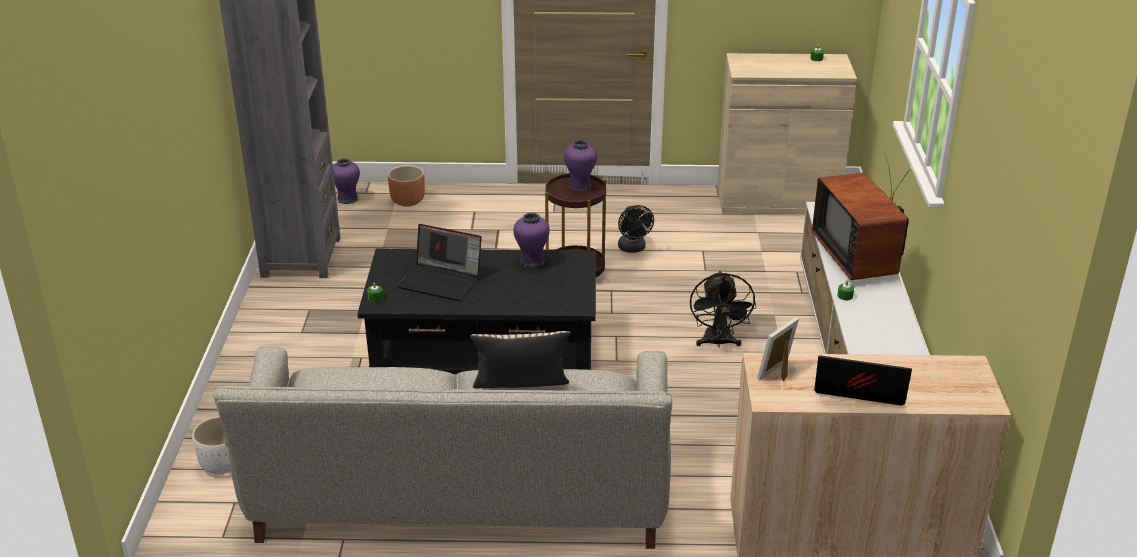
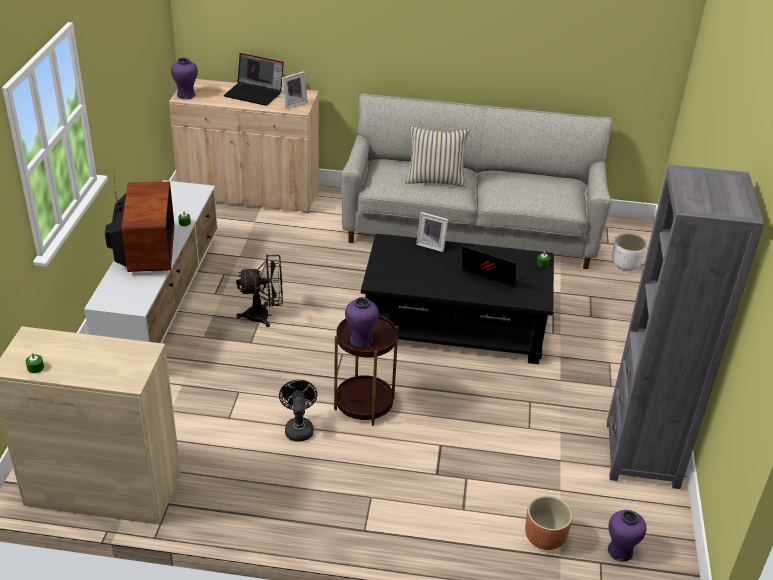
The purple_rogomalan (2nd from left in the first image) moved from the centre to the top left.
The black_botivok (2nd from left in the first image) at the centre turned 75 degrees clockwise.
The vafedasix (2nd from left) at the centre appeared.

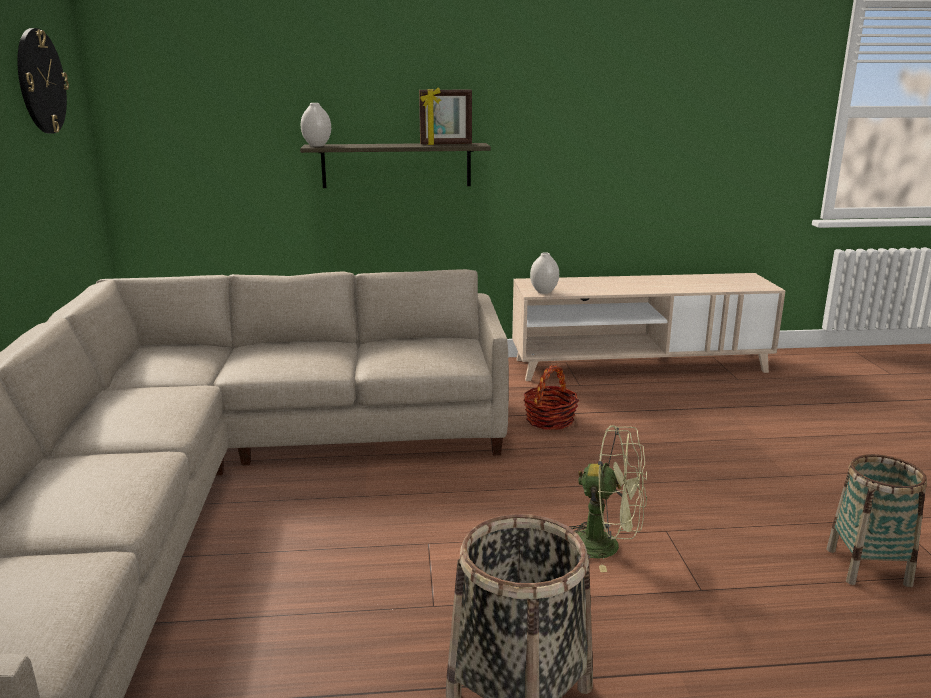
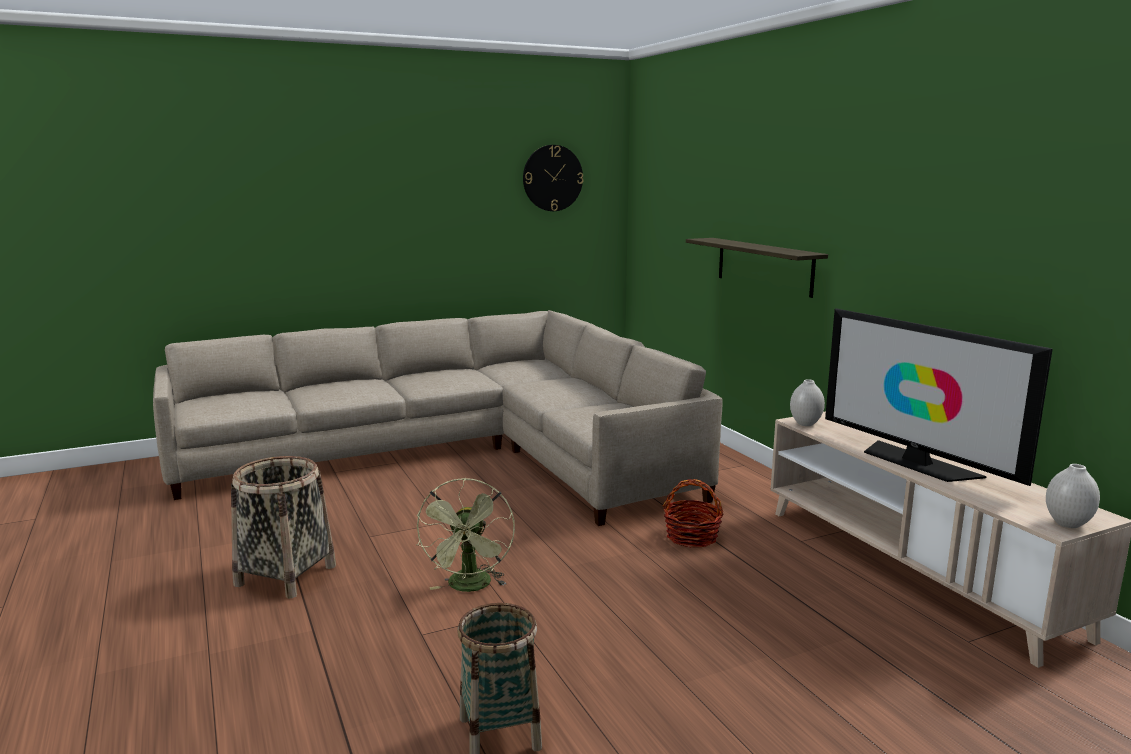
The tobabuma at the middle right appeared.
The white_rogomalan (1st from left in the first image) moved from the top centre to the middle right.
The vafedasix at the top centre disappeared.

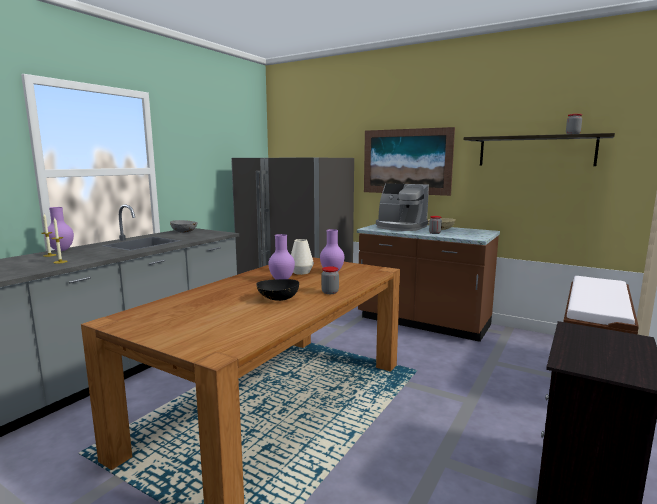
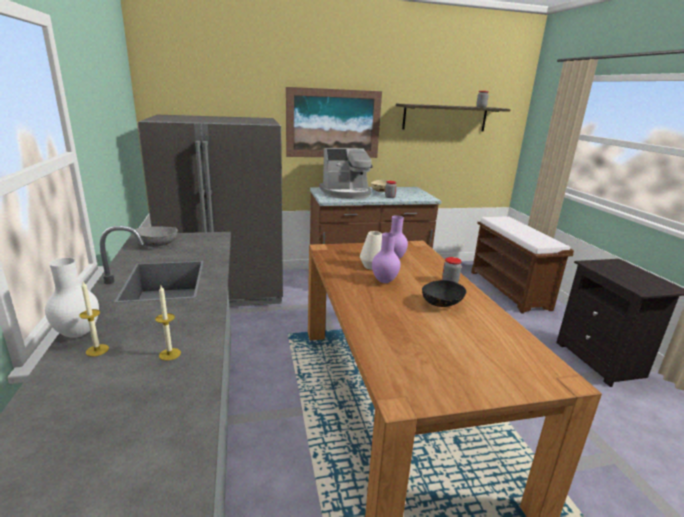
The purple_rogomalan (1st from left) at the middle left became the white_rogomalan (1st from left) at the middle left.

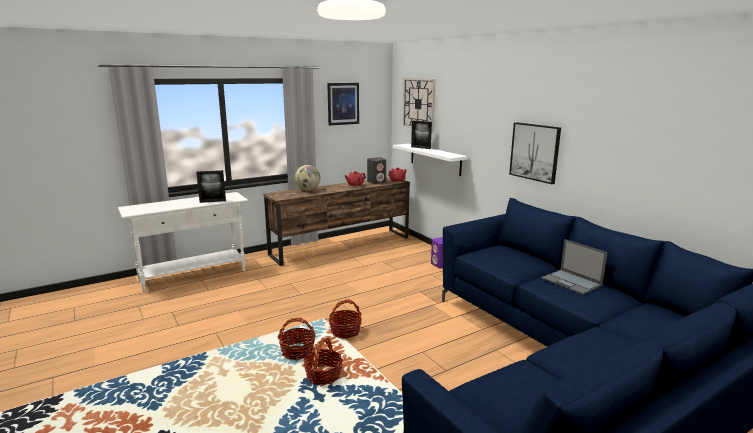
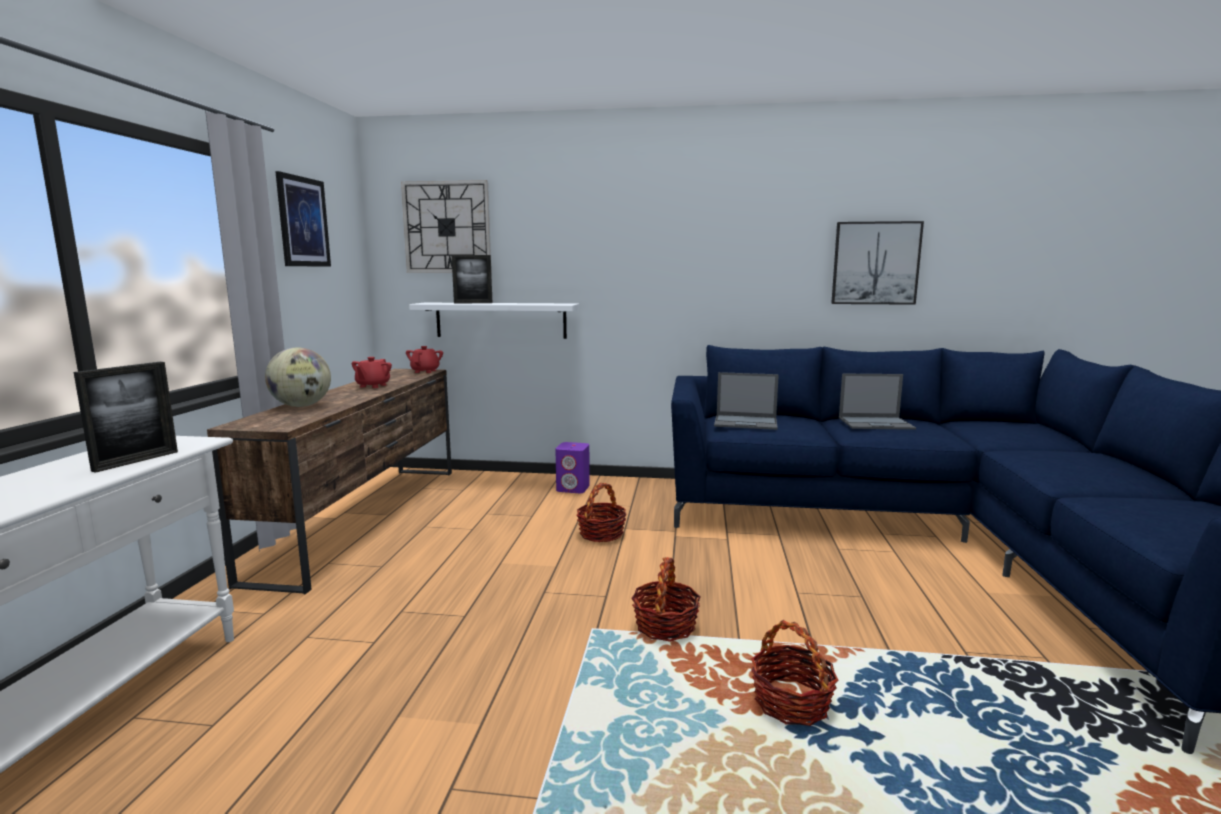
The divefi (1st from left) moved from the bottom centre to the centre.
The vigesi (1st from left) at the centre appeared.
The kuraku (2nd from left) moved from the middle right to the top right.
The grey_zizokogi at the centre disappeared.

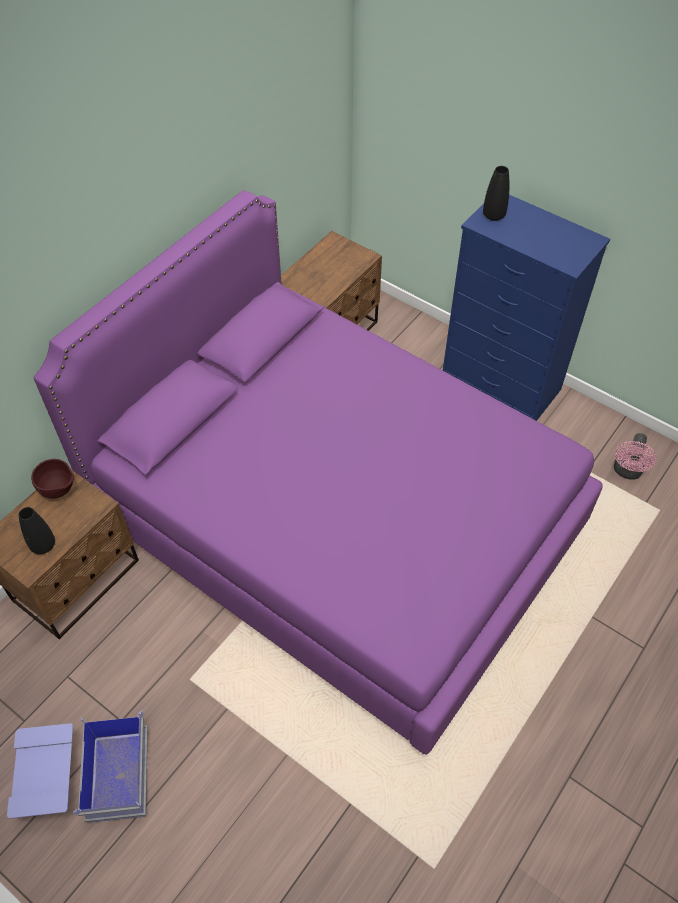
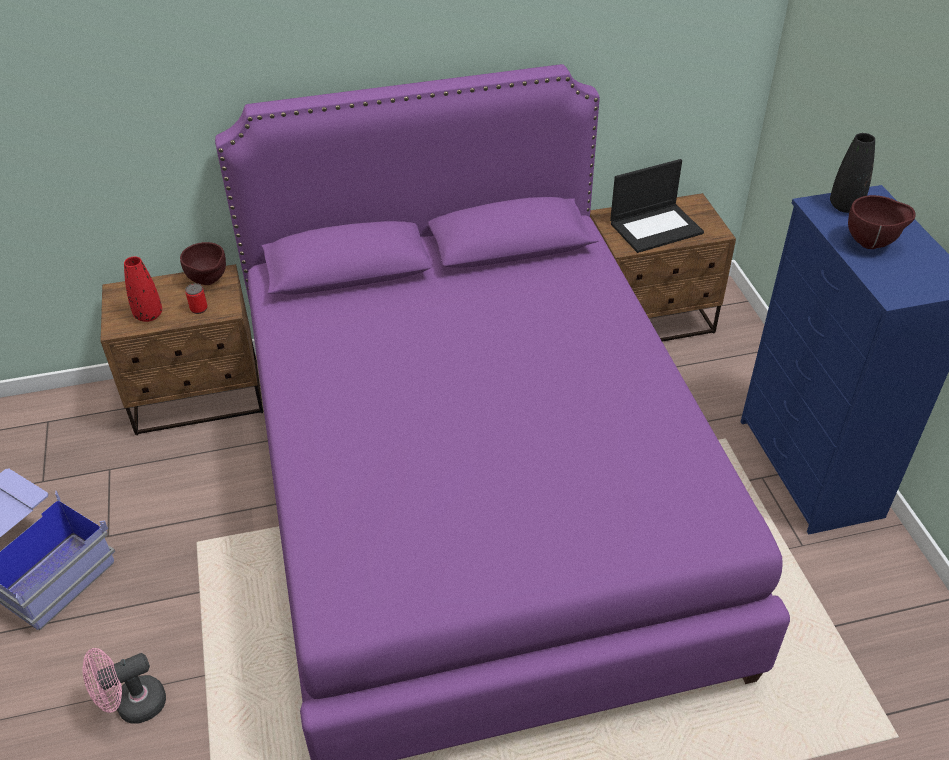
The pink_botivok moved from the middle right to the bottom left.
The black_rogomalan (1st from left) at the middle left became the red_rogomalan at the middle left.
The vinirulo at the middle left appeared.
The vigesi at the top right appeared.
The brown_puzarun (2nd from left) at the top right appeared.

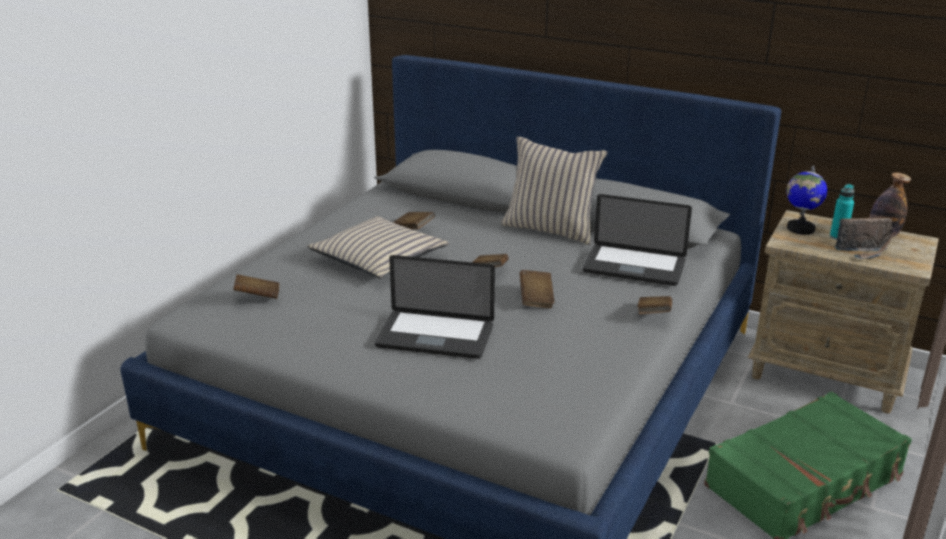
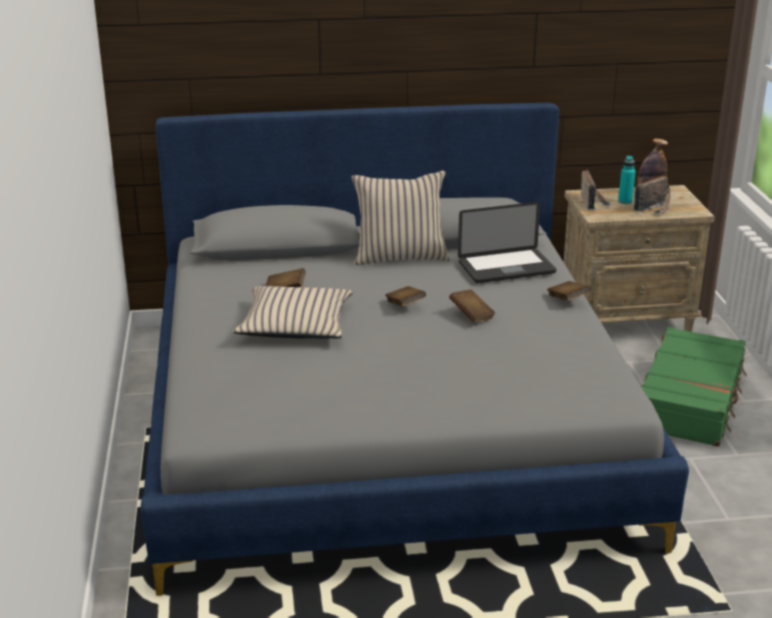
The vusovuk at the middle right was replaced by the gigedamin (1st from left) at the top right.
The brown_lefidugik (1st from left) at the middle left disappeared.
The vigesi (1st from left) at the centre disappeared.

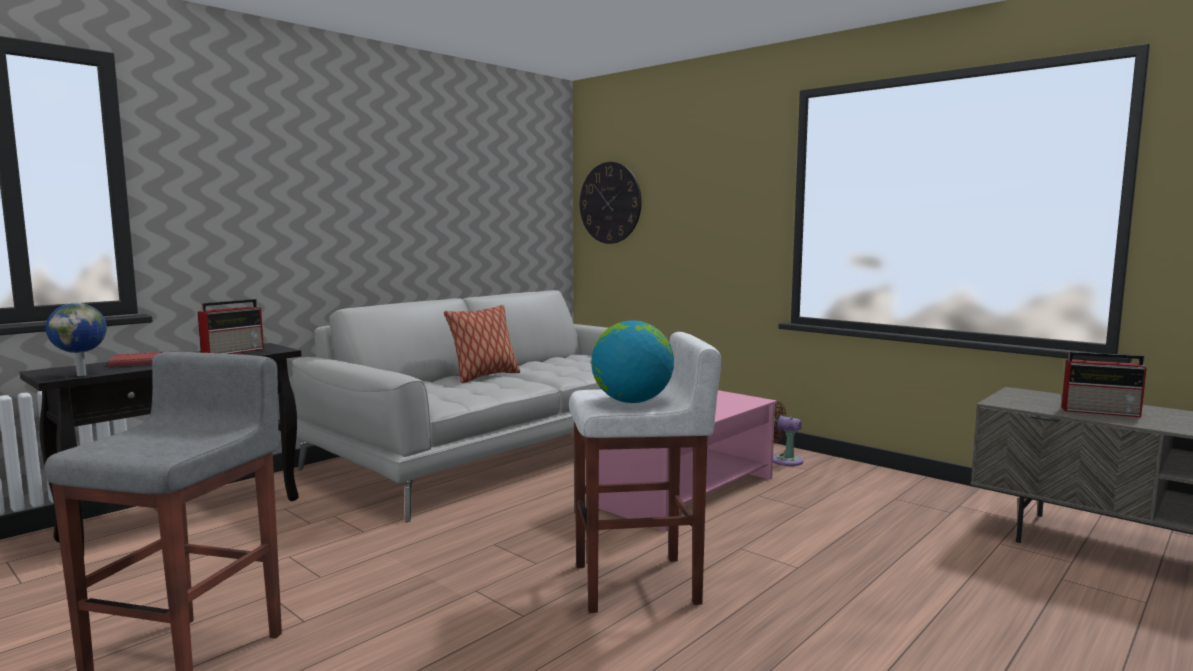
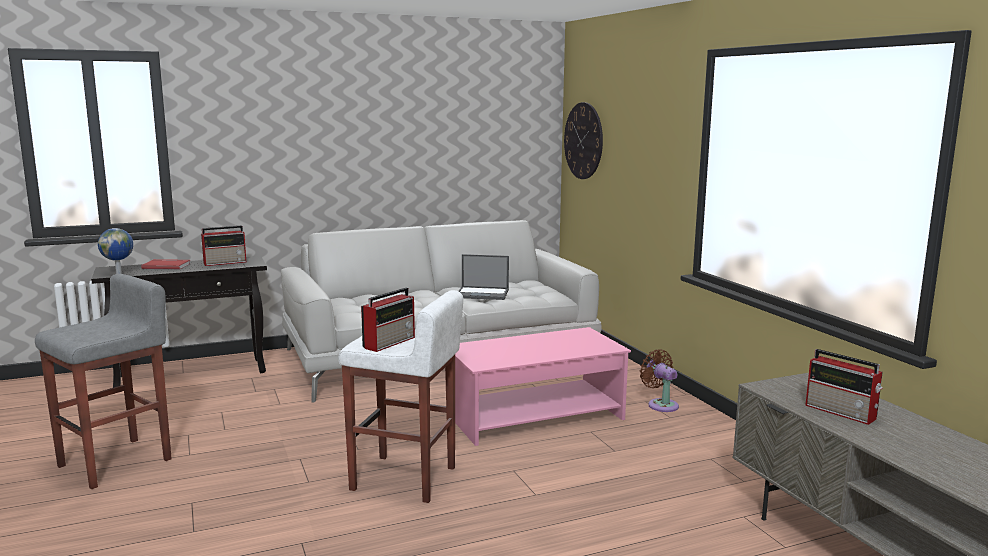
The vusovuk (2nd from left) at the centre was replaced by the gigedamin (2nd from left) at the centre.
The vigesi at the centre appeared.
The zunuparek at the centre disappeared.

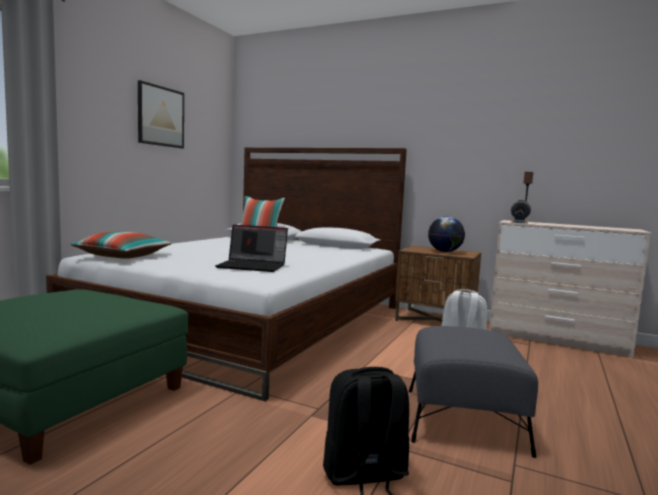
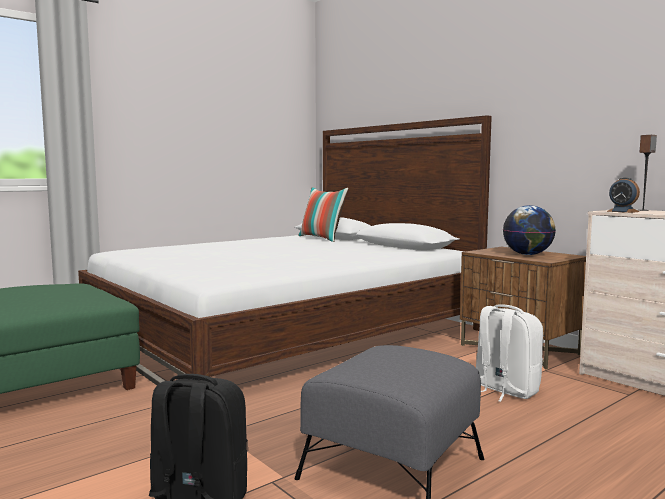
The zunuparek (1st from left) at the middle left disappeared.
The kuraku at the top left disappeared.
The vigesi at the centre disappeared.

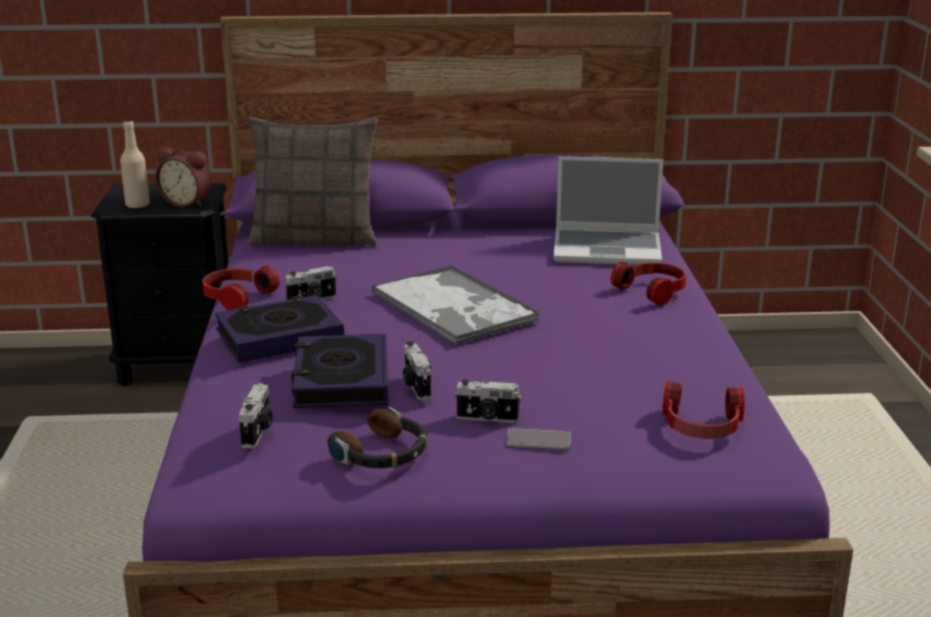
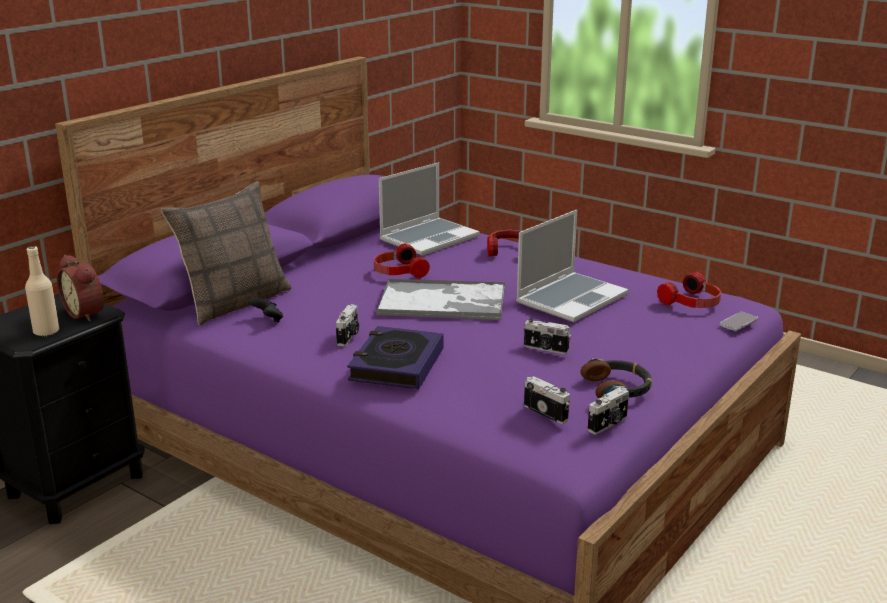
The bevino at the top left turned 75 degrees clockwise.
The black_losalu at the middle left appeared.
The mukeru (1st from left) moved from the middle left to the centre.
The vigesi (2nd from left) at the centre appeared.
The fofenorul (4th from left) moved from the centre to the bottom right.
The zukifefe moved from the bottom centre to the middle right.
The lefidugik (2nd from left) at the centre disappeared.

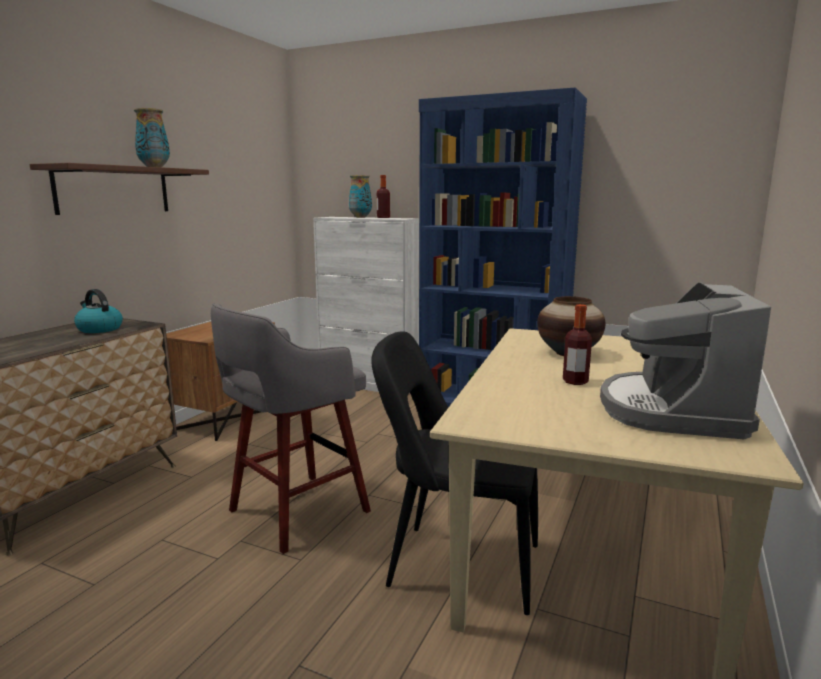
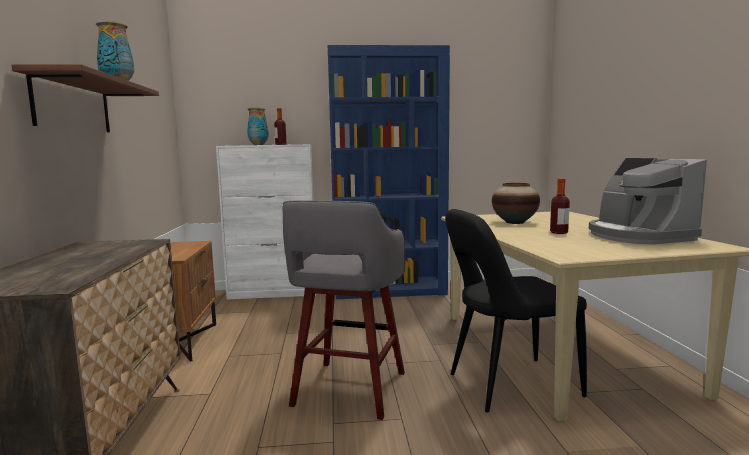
The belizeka at the middle left disappeared.

